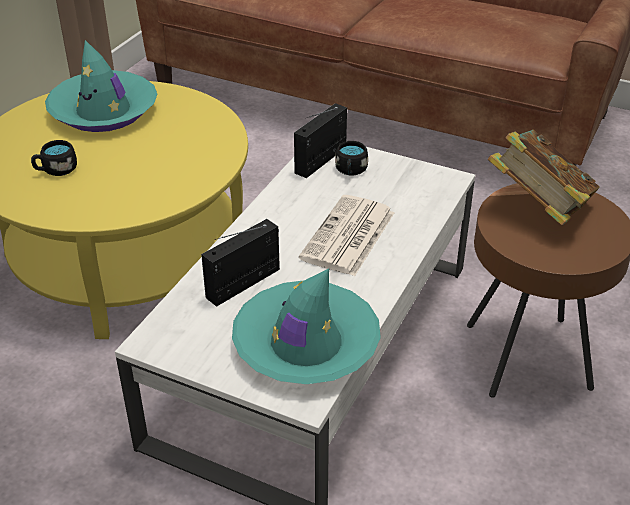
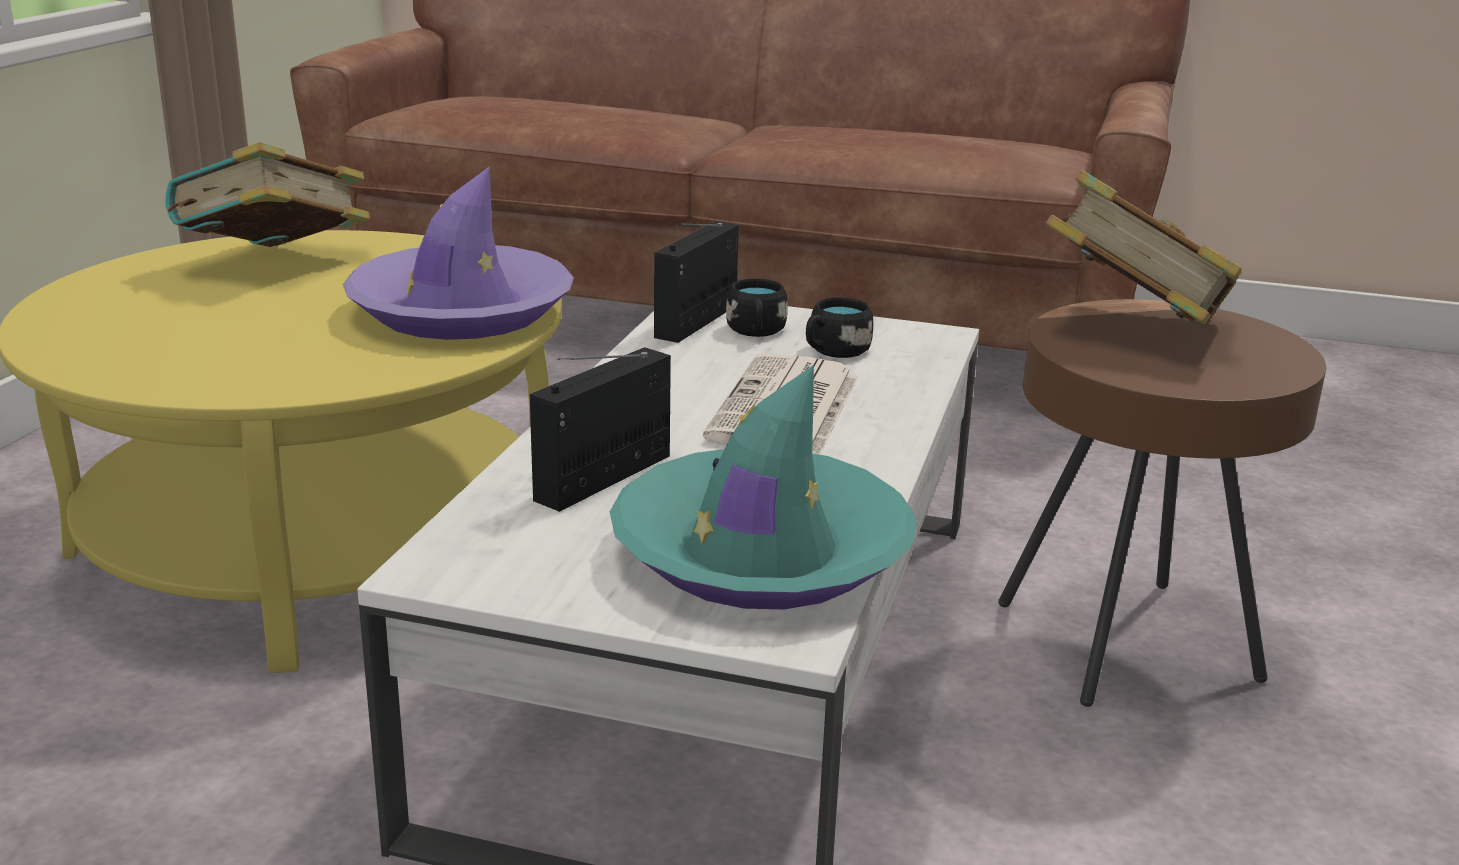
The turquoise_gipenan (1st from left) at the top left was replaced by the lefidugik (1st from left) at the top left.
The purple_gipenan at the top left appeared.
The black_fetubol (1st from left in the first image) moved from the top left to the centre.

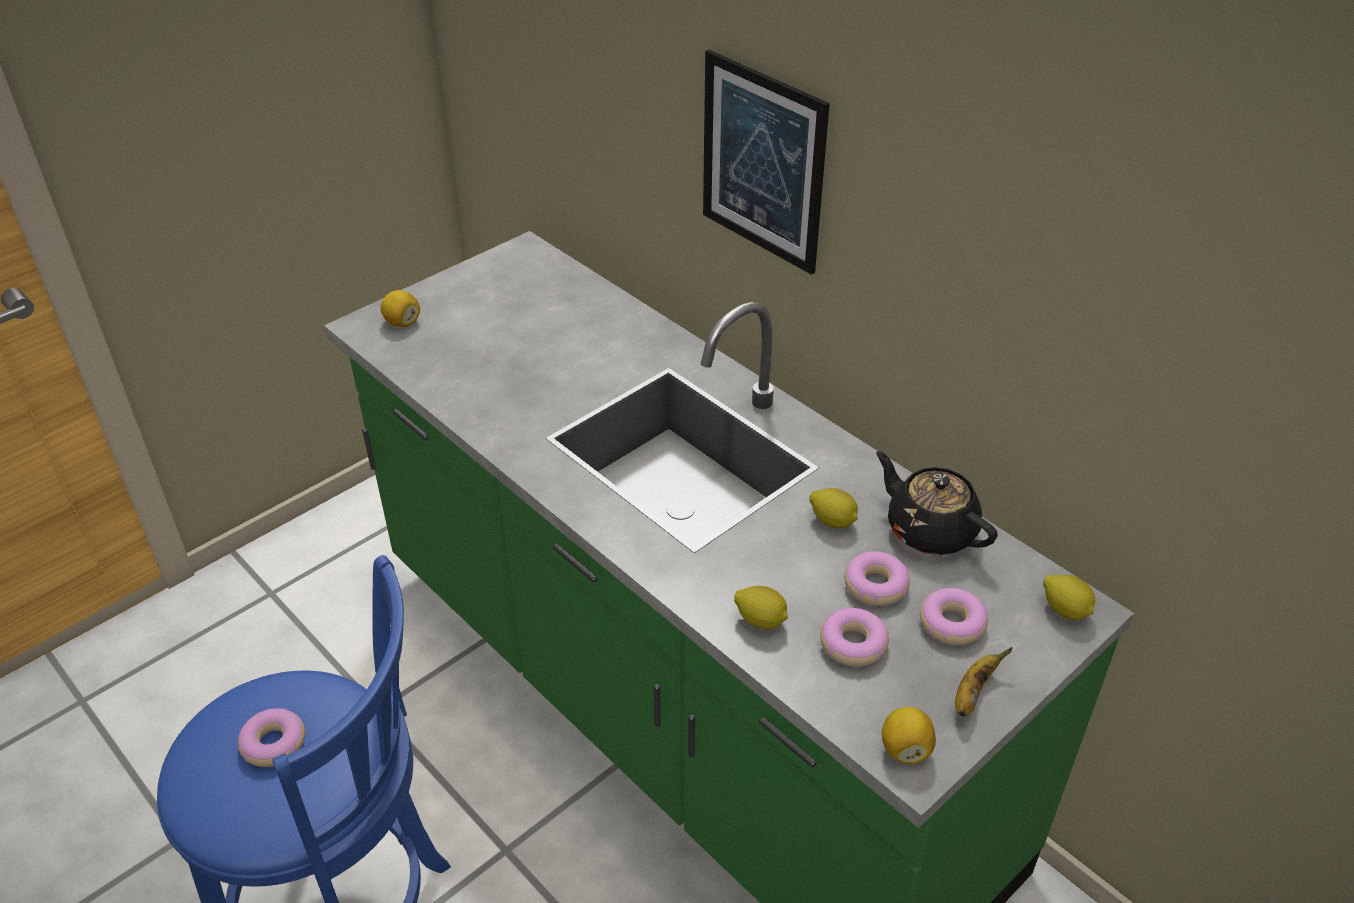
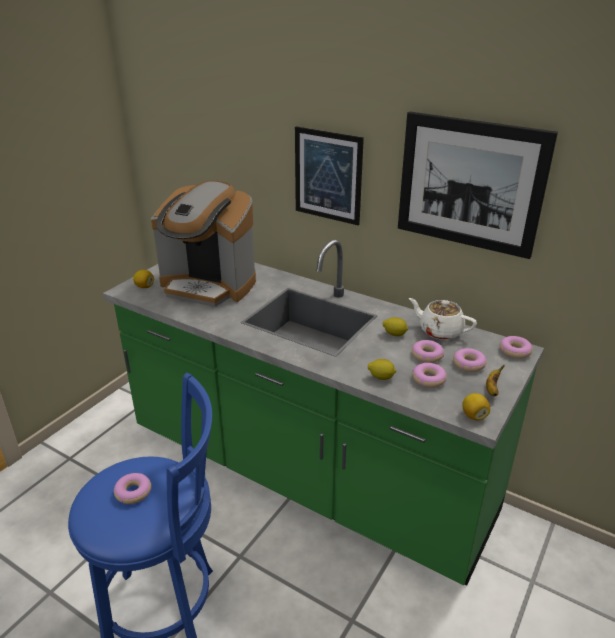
The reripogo at the middle left appeared.
The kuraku (2nd from left) at the top right appeared.
The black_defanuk at the middle right became the white_defanuk at the middle right.
The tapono (5th from left) at the middle right was replaced by the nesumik (5th from left) at the middle right.

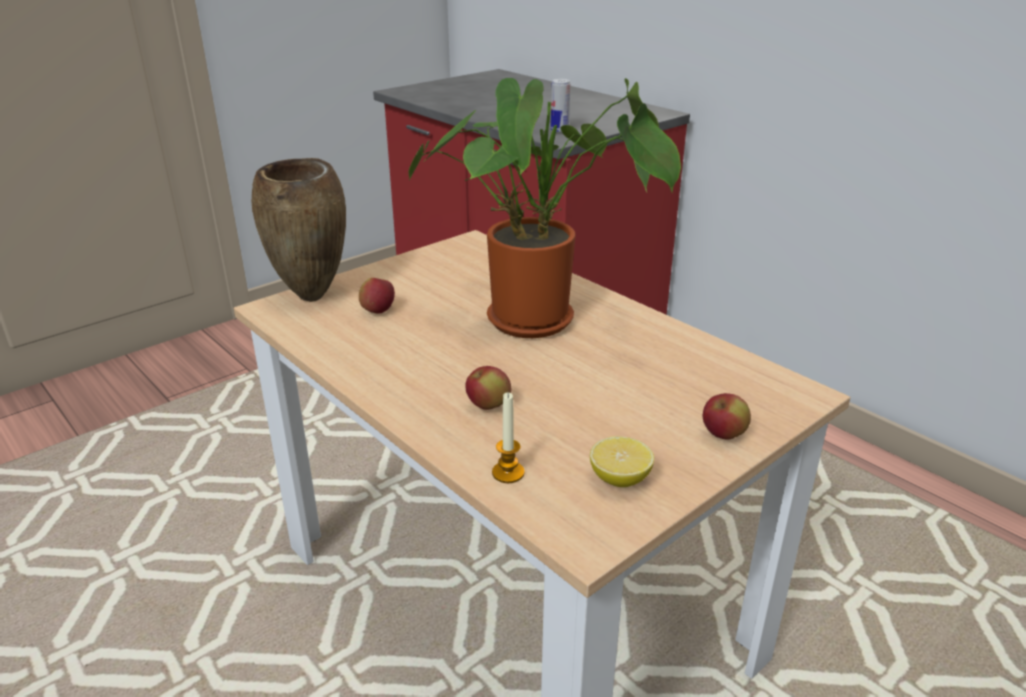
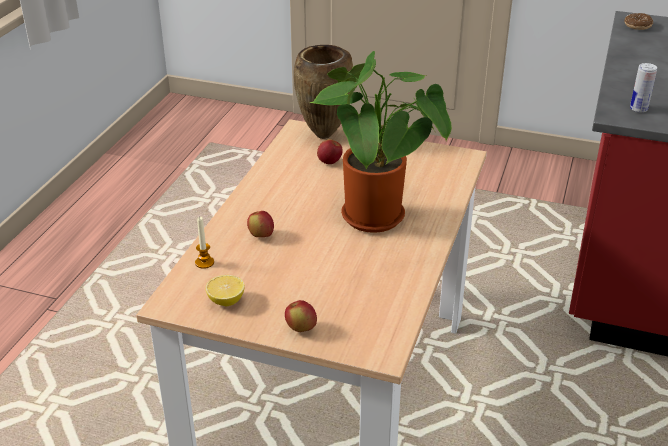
The nesumik at the top right appeared.

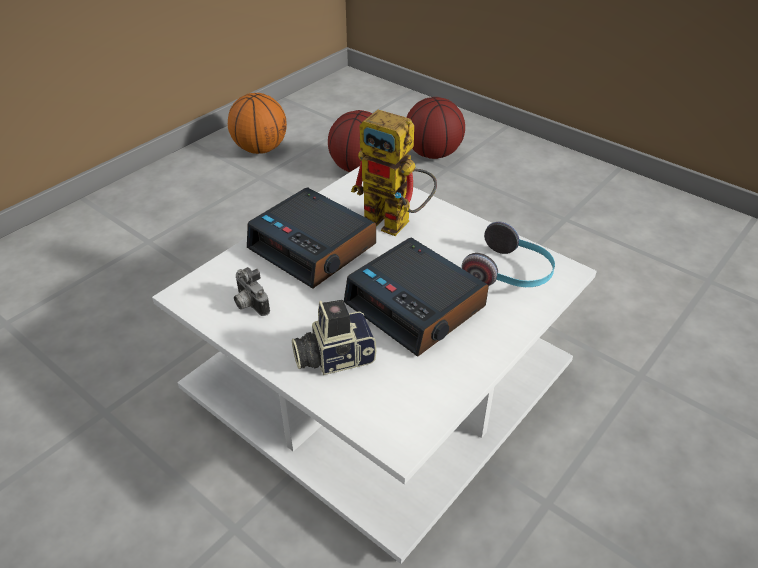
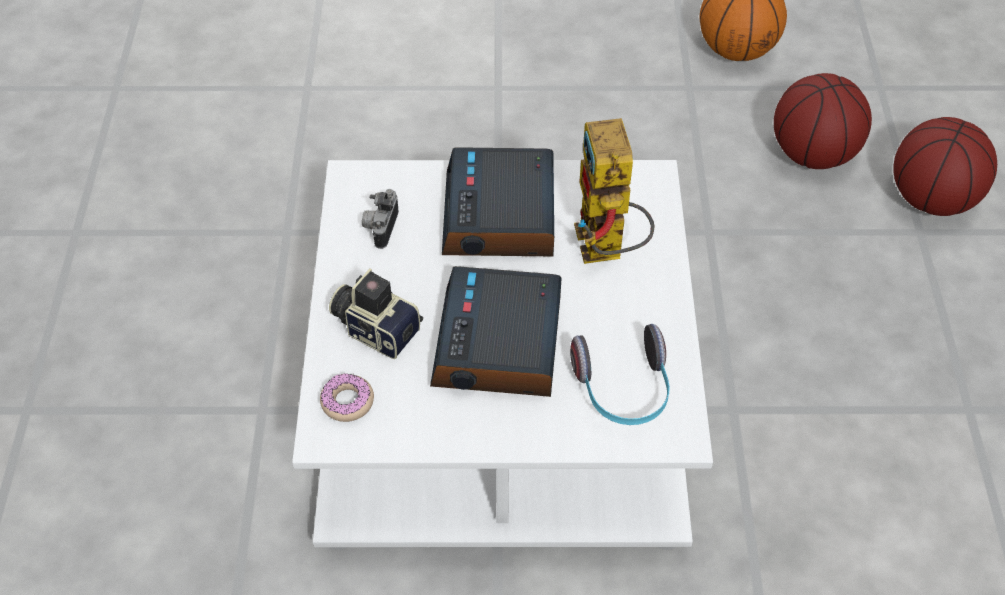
The nesumik at the bottom centre appeared.

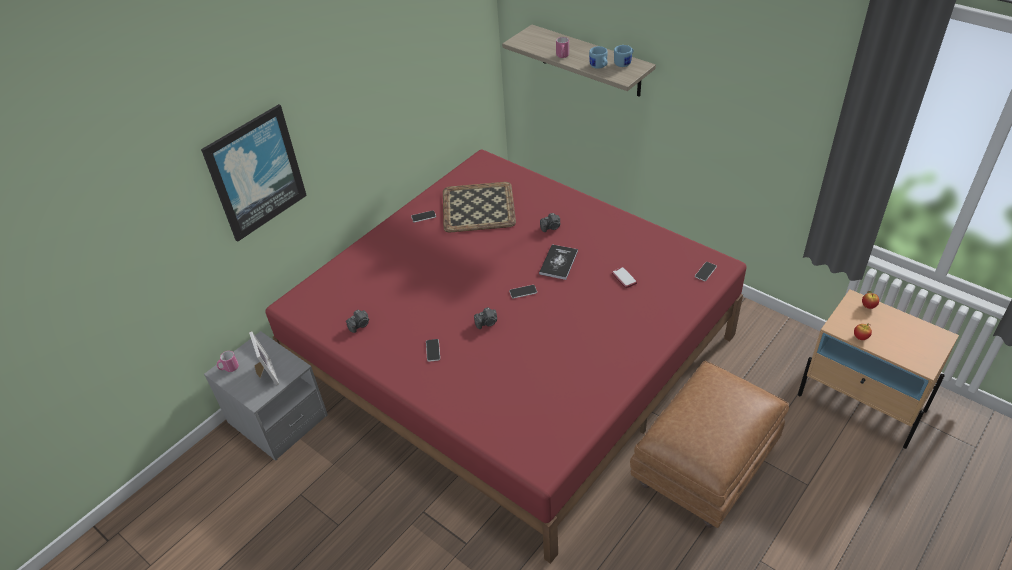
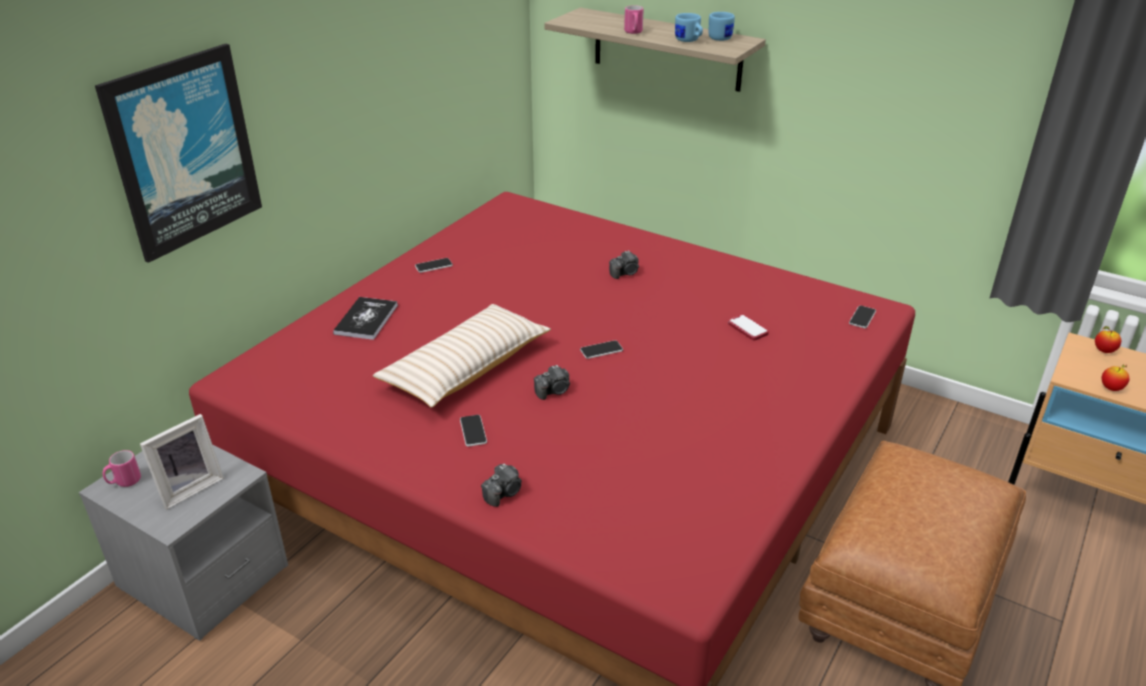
The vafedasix at the middle left turned 75 degrees clockwise.
The lefidugik moved from the centre to the middle left.
The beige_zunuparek at the centre appeared.
The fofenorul (1st from left) moved from the centre to the bottom centre.
The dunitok at the centre disappeared.

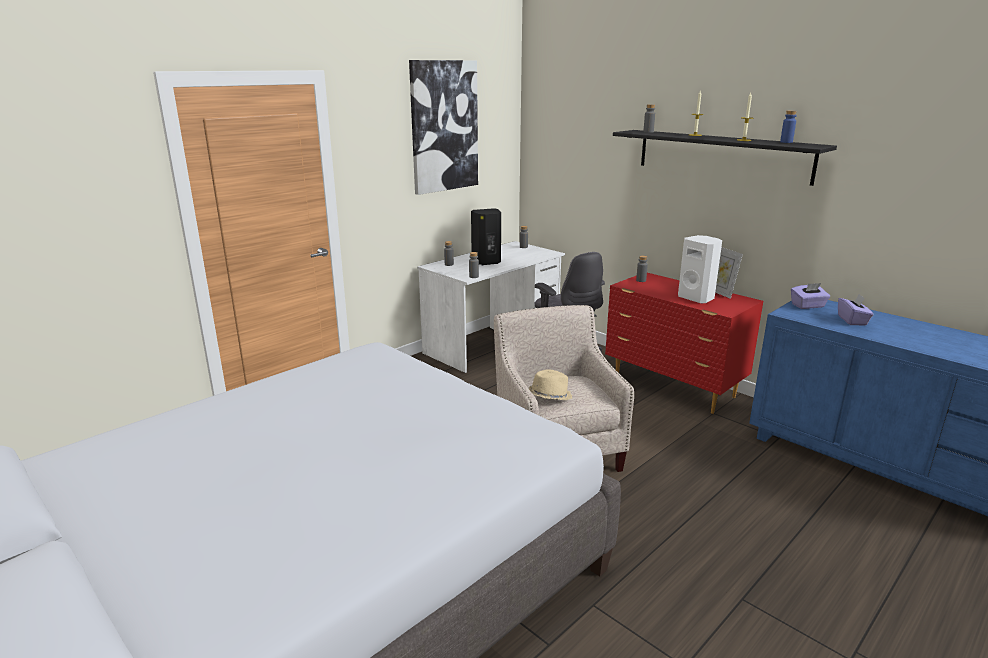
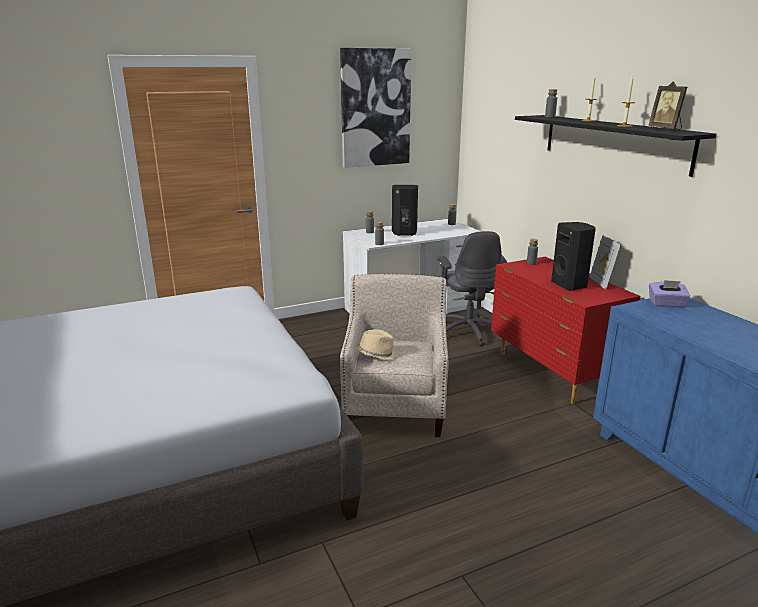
The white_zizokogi at the middle right became the black_zizokogi (2nd from left) at the middle right.
The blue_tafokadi at the top right was replaced by the vafedasix (2nd from left) at the top right.
The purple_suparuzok (2nd from left) at the middle right disappeared.

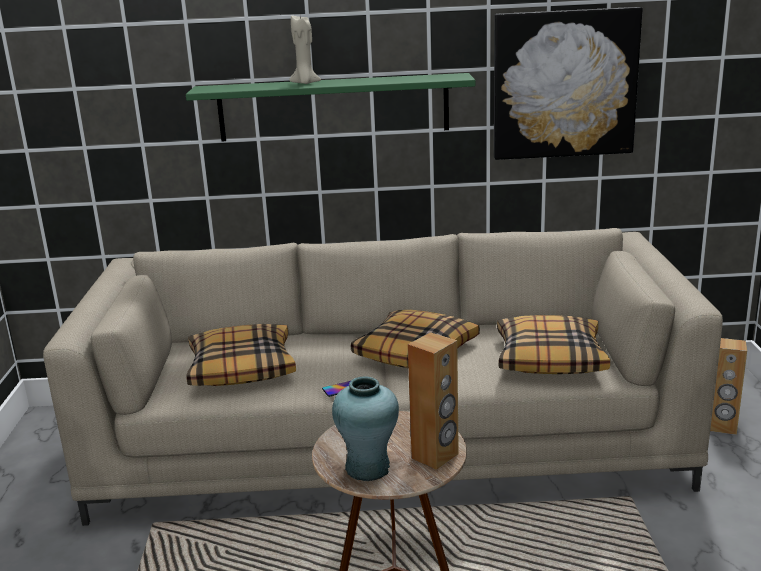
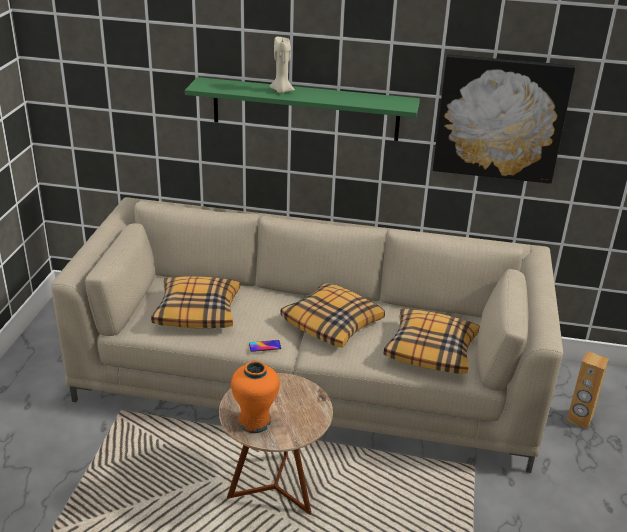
The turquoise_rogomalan at the bottom centre became the orange_rogomalan at the bottom centre.
The brown_zizokogi (1st from left) at the bottom centre disappeared.

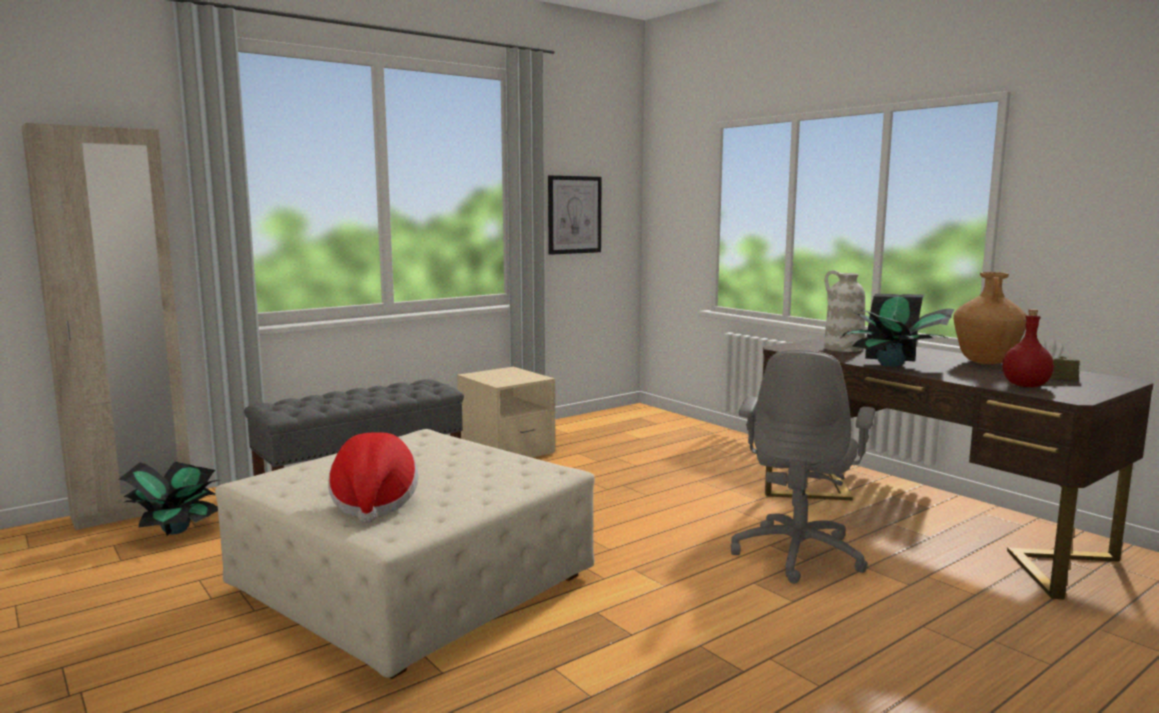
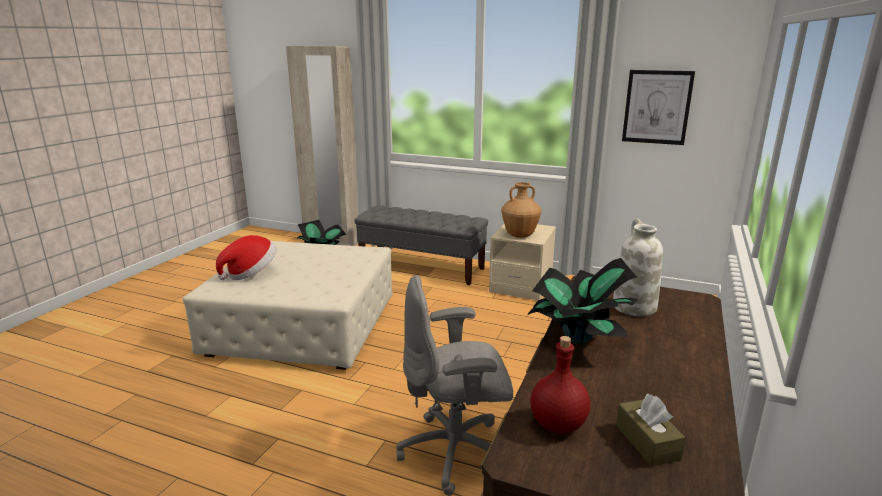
The brown_rogomalan moved from the middle right to the centre.

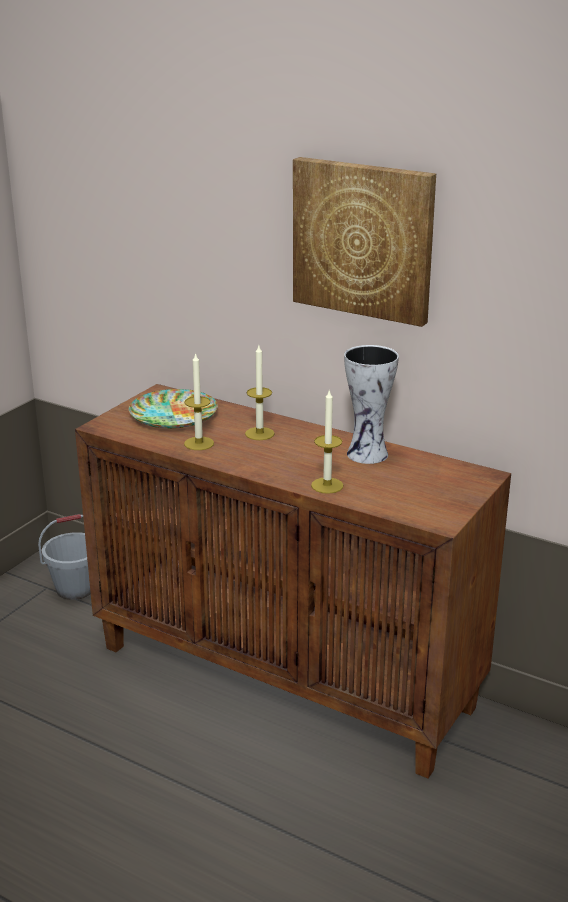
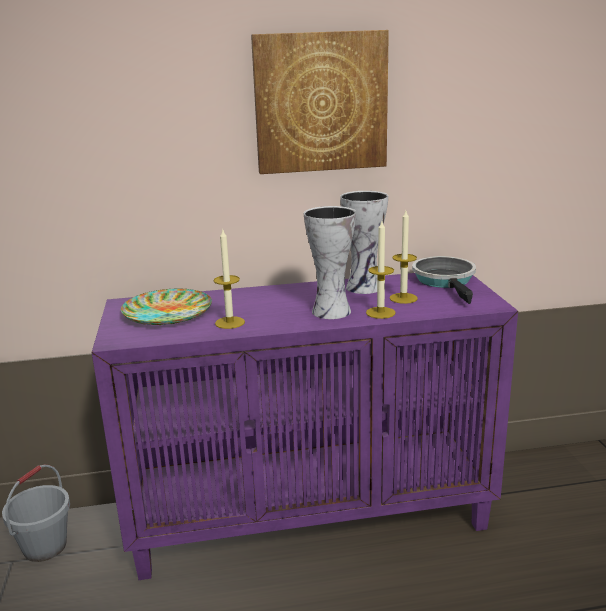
The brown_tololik at the centre became the purple_tololik at the bottom centre.
The rogomalan (1st from left) at the centre appeared.
The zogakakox (2nd from left in the first image) moved from the centre to the middle right.
The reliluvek at the middle right appeared.

